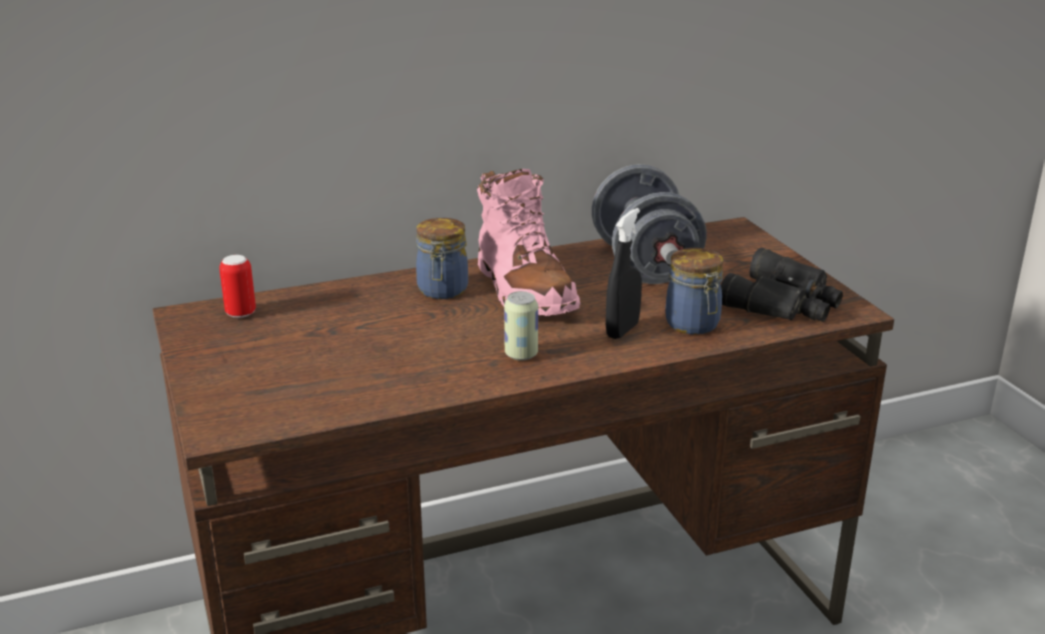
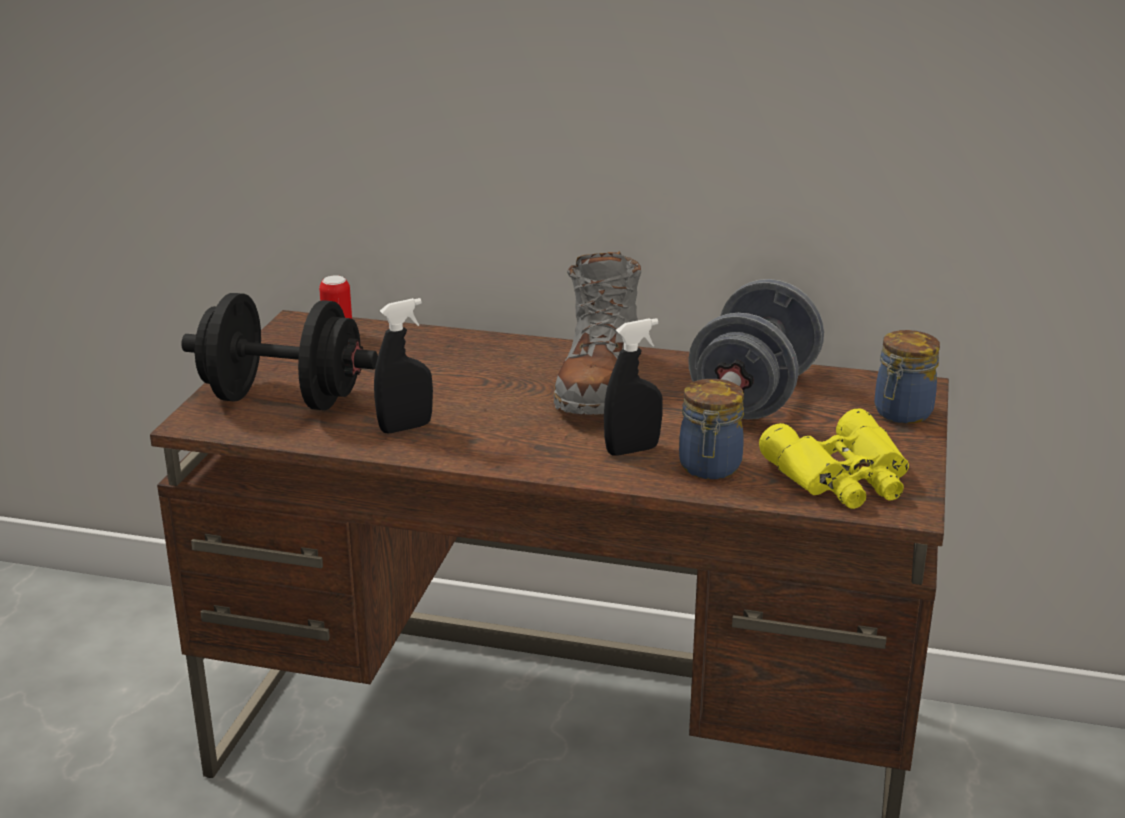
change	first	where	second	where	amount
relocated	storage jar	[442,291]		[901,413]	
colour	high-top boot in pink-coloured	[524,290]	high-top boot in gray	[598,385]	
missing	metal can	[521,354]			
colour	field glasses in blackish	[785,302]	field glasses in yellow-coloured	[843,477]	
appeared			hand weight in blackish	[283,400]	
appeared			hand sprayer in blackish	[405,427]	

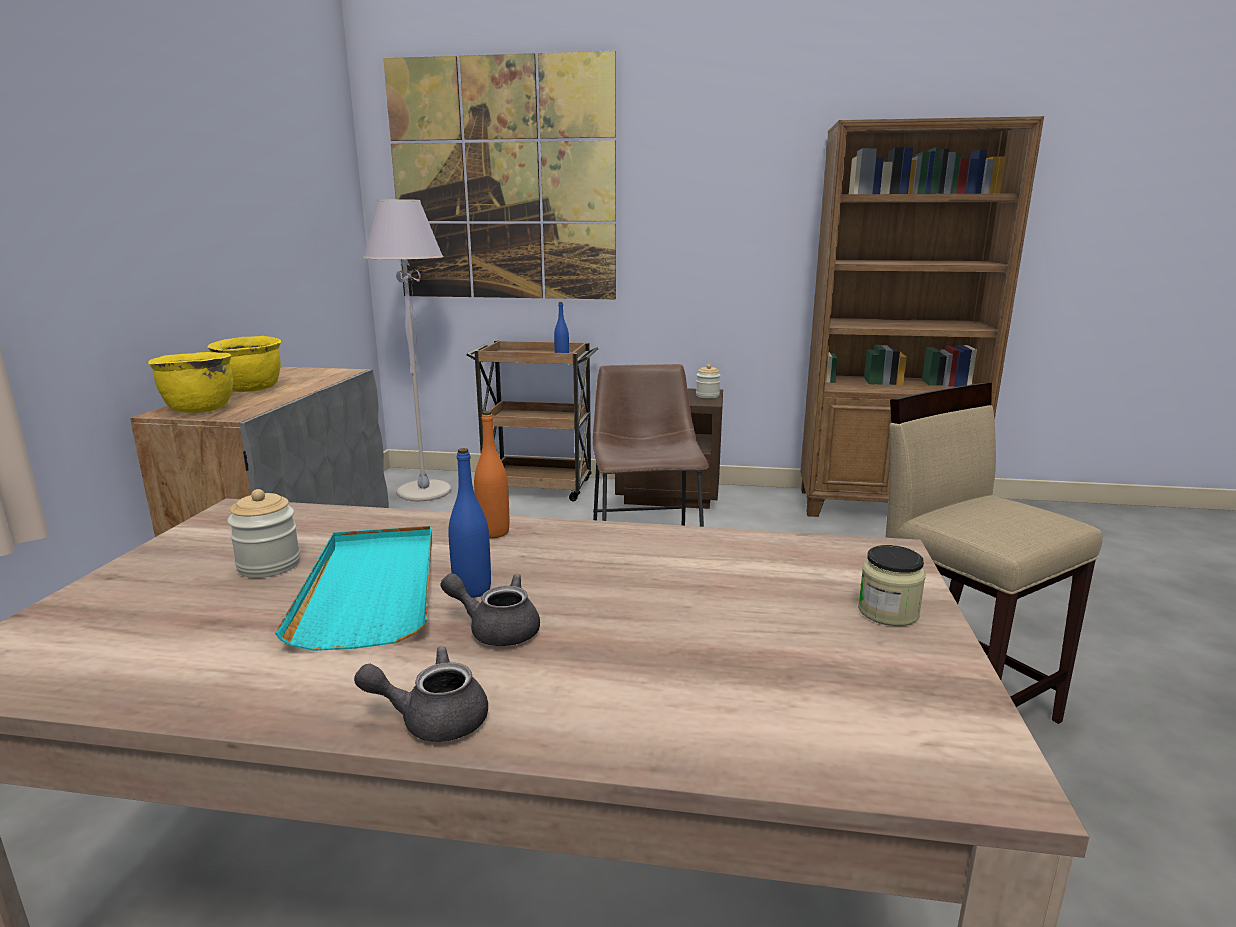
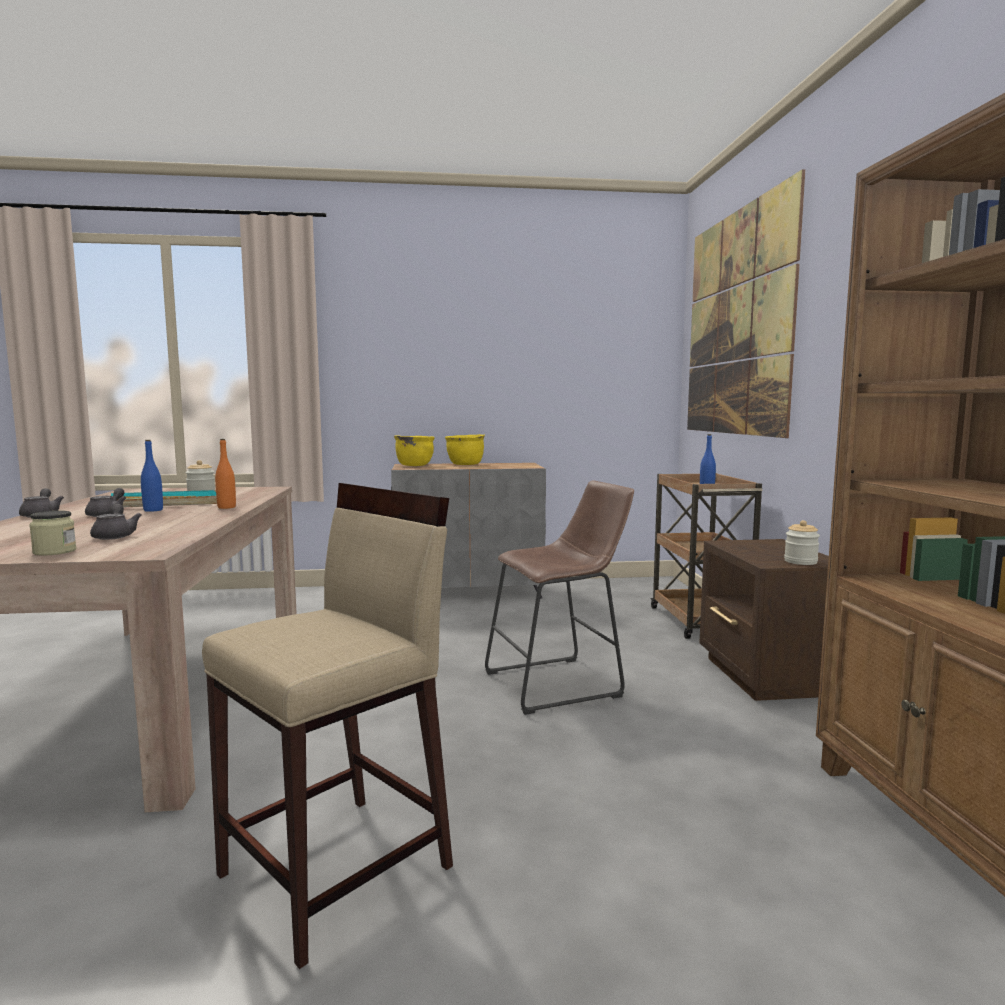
change	first	where	second	where	amount
missing	standing lamp in gray	[424,492]			
appeared			teapot in gray	[115,536]	

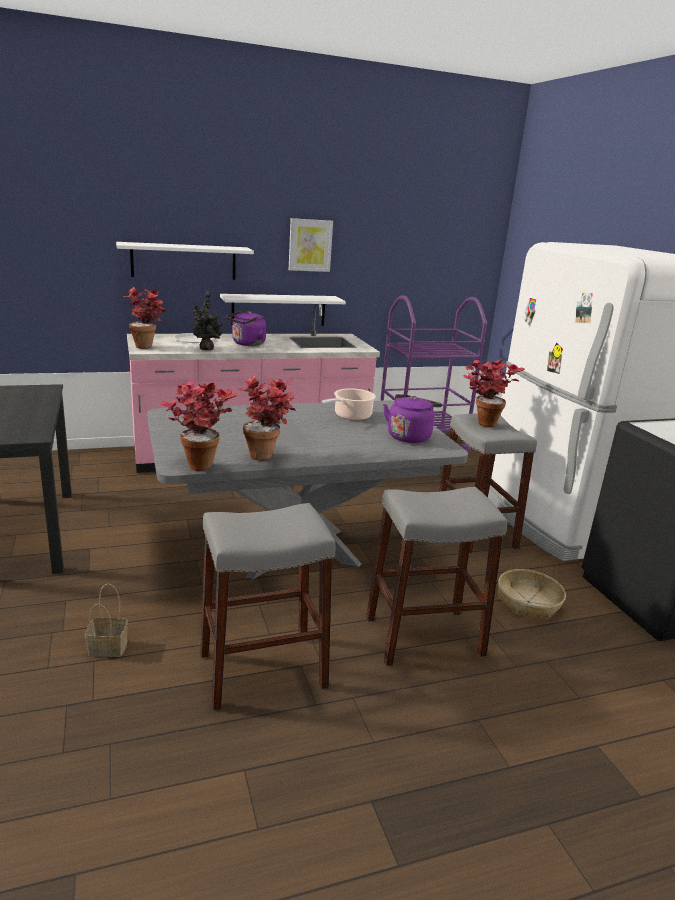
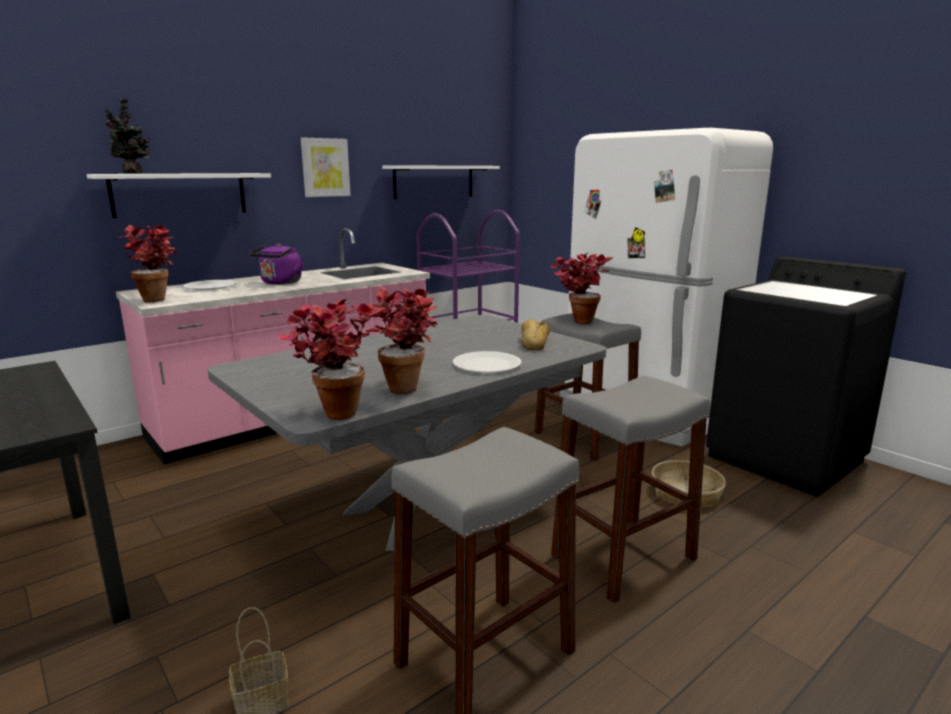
change	first	where	second	where	amount
relocated	potted plant	[206,349]		[132,173]	
relocated	bracket shelf in white-coloured	[279,310]		[434,181]	
missing	cooking pot	[351,416]			
exchanged	tea kettle in purple	[409,436]	baked bread	[533,342]	
appeared			dinner plate in white-coloured	[486,364]	

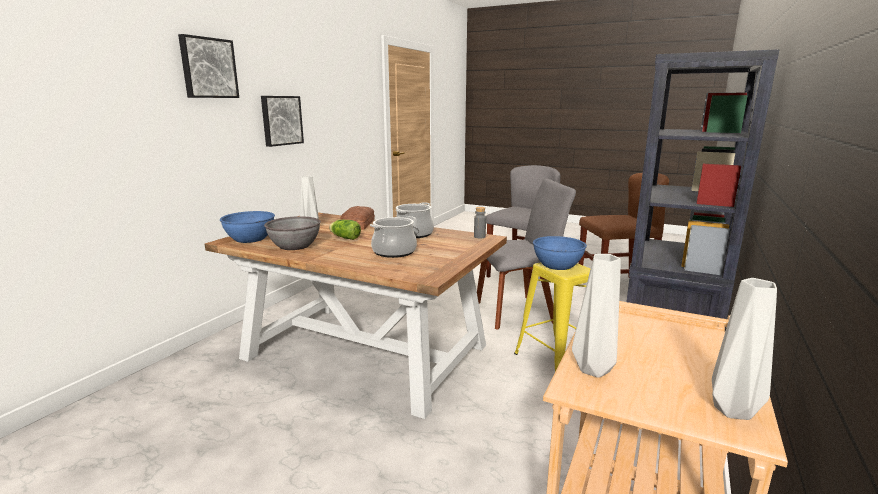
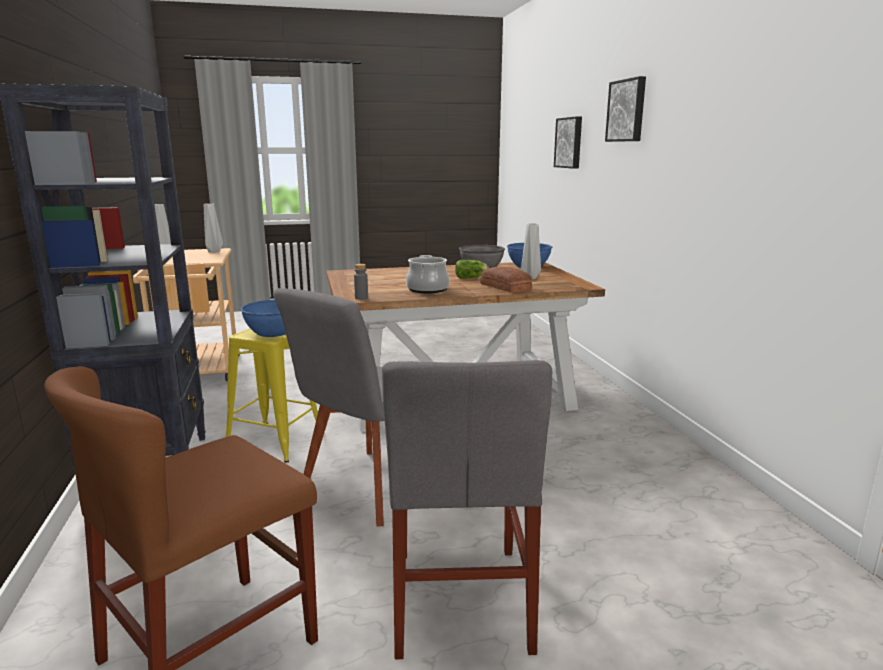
change	first	where	second	where	amount
relocated	picture	[281,120]		[569,142]	
missing	cooking pot	[394,252]			

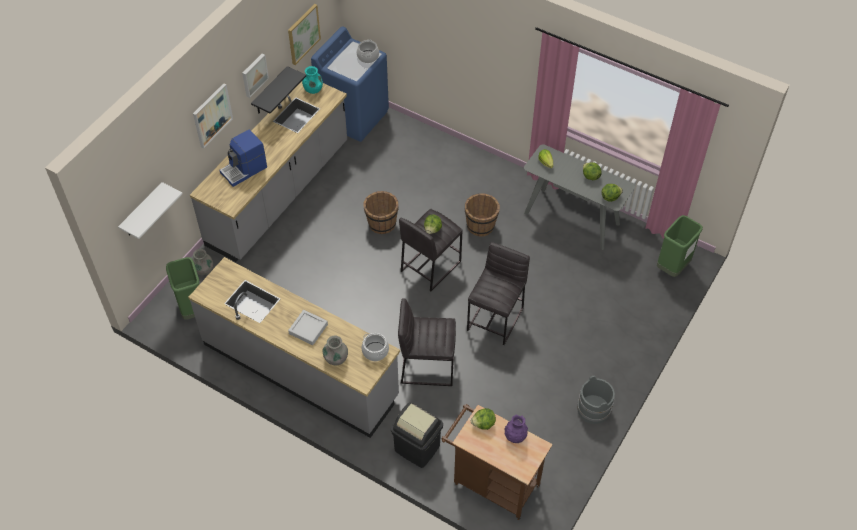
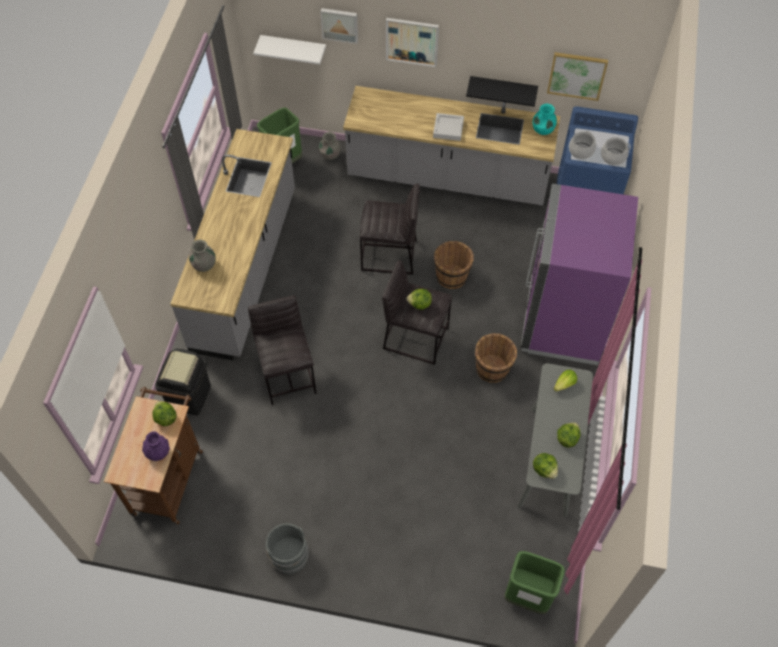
change	first	where	second	where	amount
missing	coffee brewer	[244,170]			
relocated	picture	[254,75]		[340,24]	
relocated	tray in gray	[308,329]		[448,129]	
relocated	cooking pot	[375,351]		[581,151]	
relocated	stool seat in gray	[496,318]		[389,256]	
appeared			fridge in purple	[563,321]	

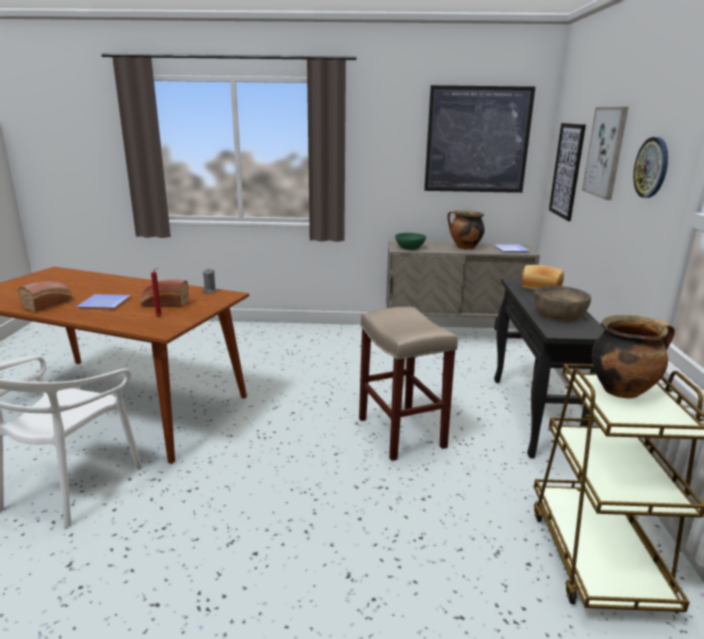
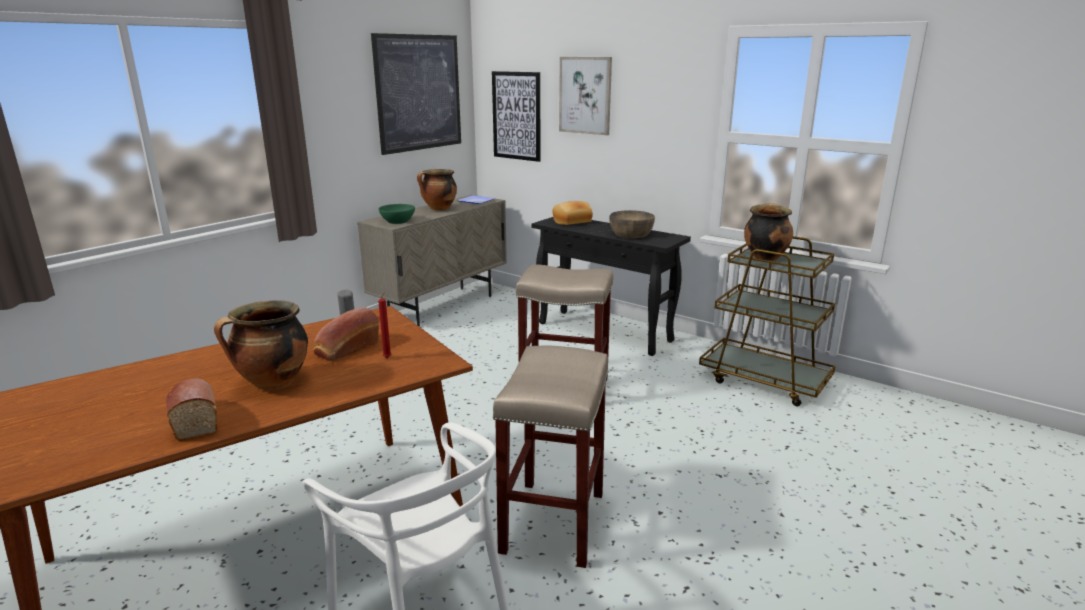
change	first	where	second	where	amount
exchanged	dinner plate	[102,304]	cooking pot	[272,383]	
missing	wall clock	[652,167]			
appeared			stool seat in beige	[553,521]	

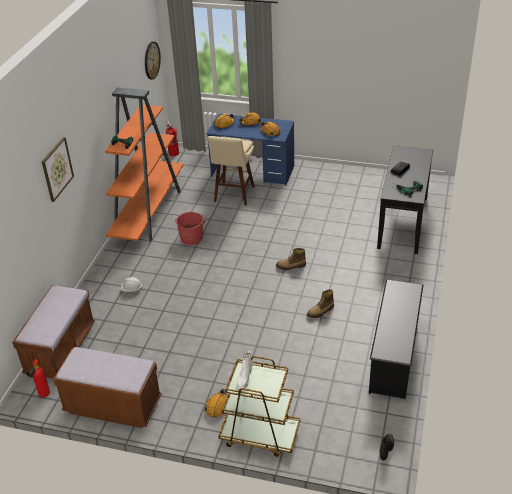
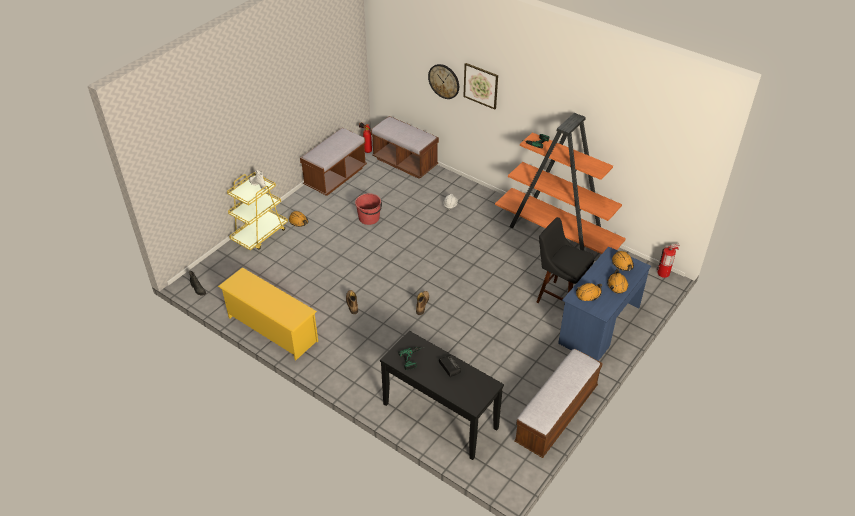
change	first	where	second	where	amount
relocated	wall clock	[151,60]		[444,81]	
relocated	pail in reddish	[191,238]		[369,218]	
colour	stool seat in beige	[233,195]	stool seat in blackish	[559,298]	
colour	cart in brown-coloured	[259,435]	cart in yellow-coloured	[260,234]	
colour	shoe rack in blackish	[394,356]	shoe rack in yellow-coloured	[272,329]	
appeared			long seat	[556,415]	

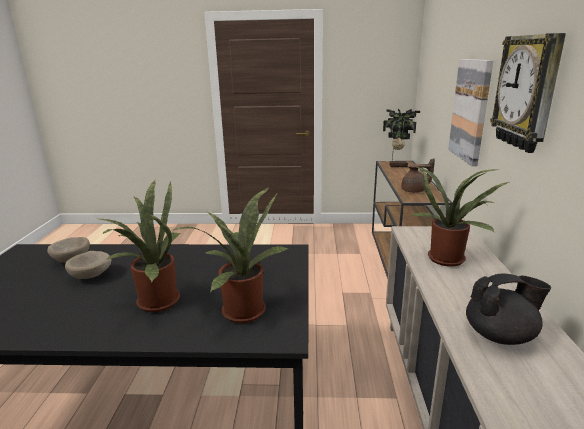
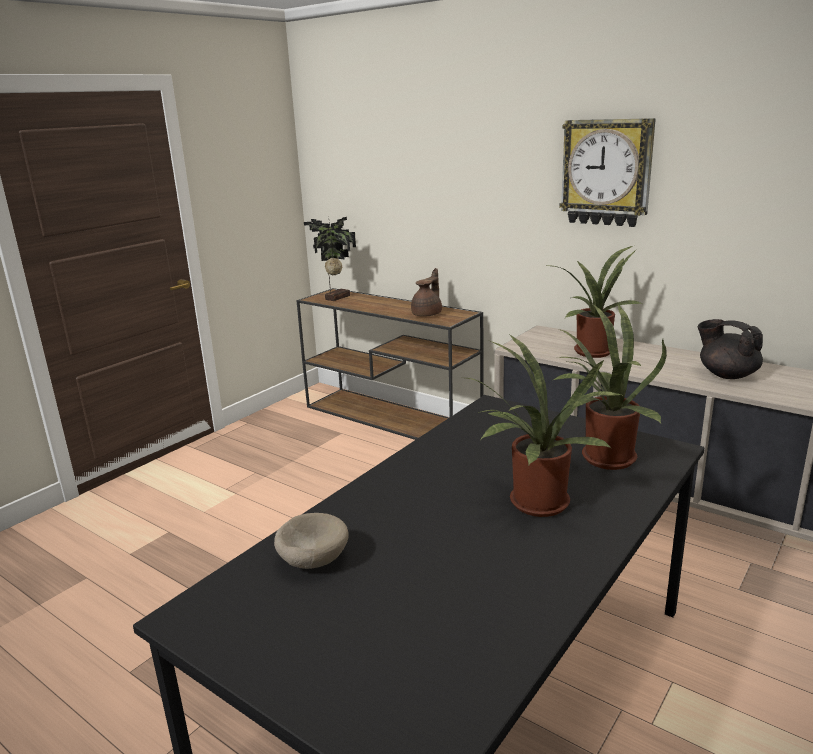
change	first	where	second	where	amount
missing	bowl in beige	[92,276]			
missing	picture	[471,110]			
spun	teapot in blackish	[500,335]		[726,375]	75 degrees counterclockwise

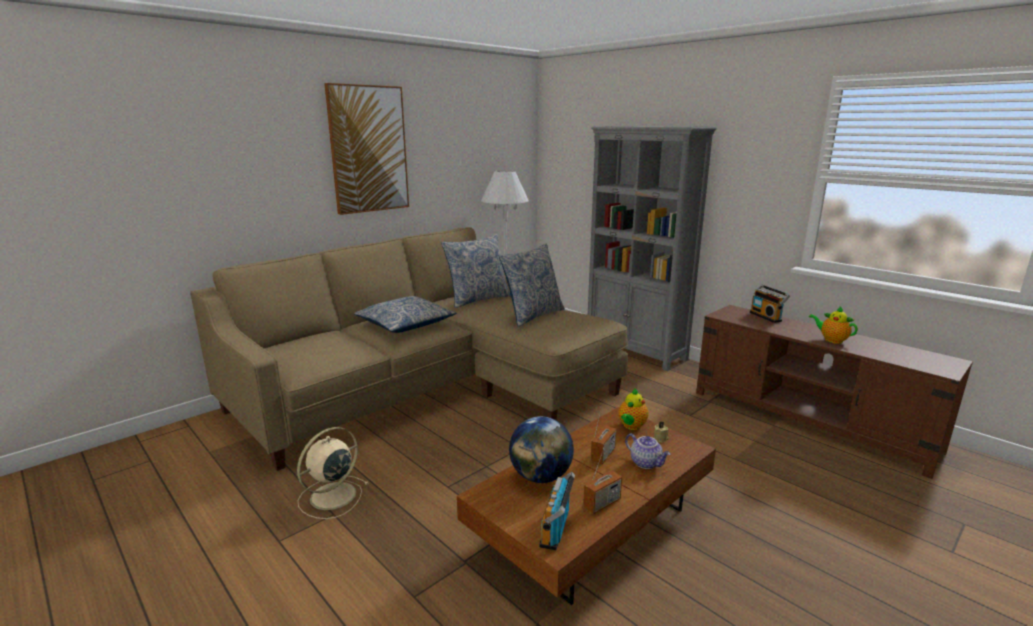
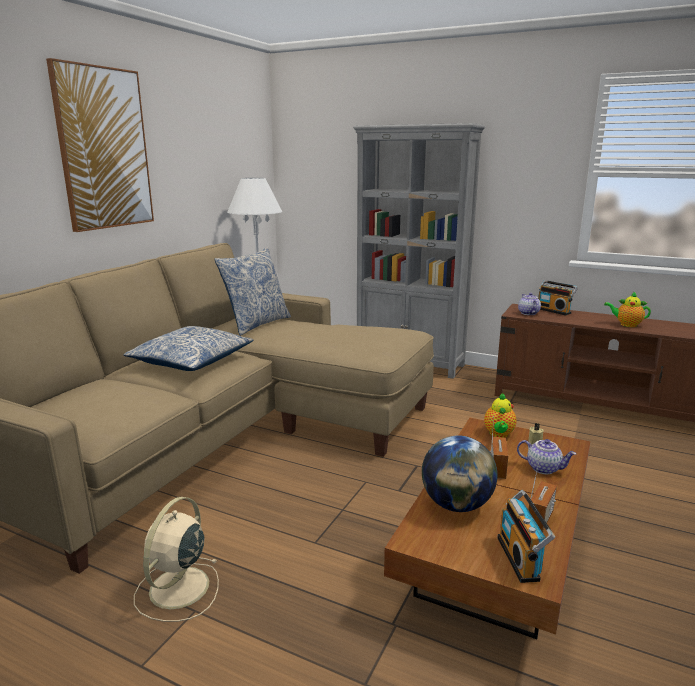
change	first	where	second	where	amount
missing	cushion	[532,315]			
appeared			teapot	[527,313]	

